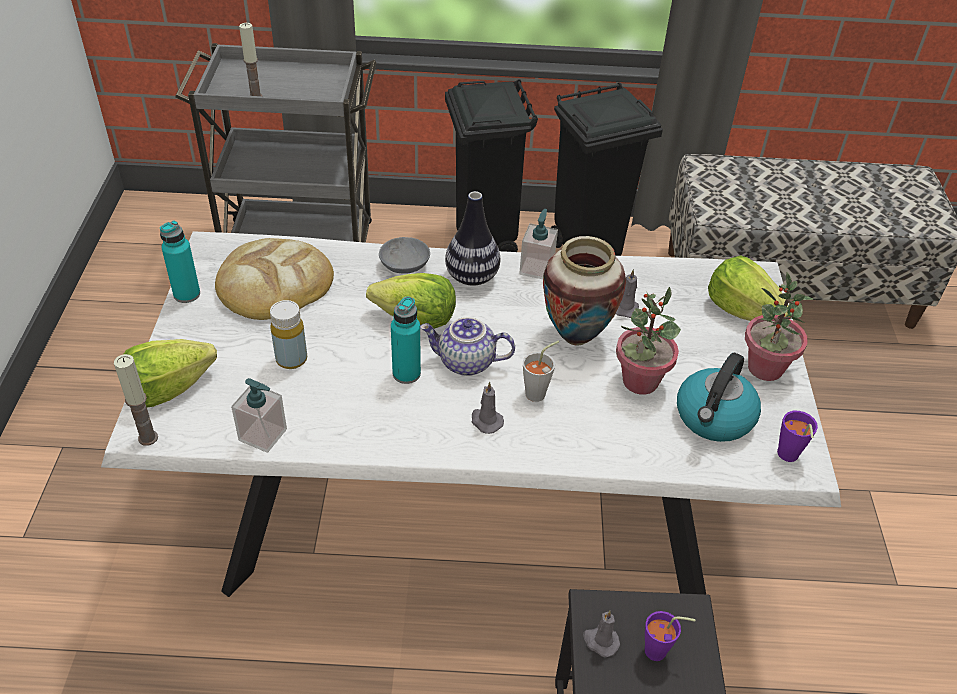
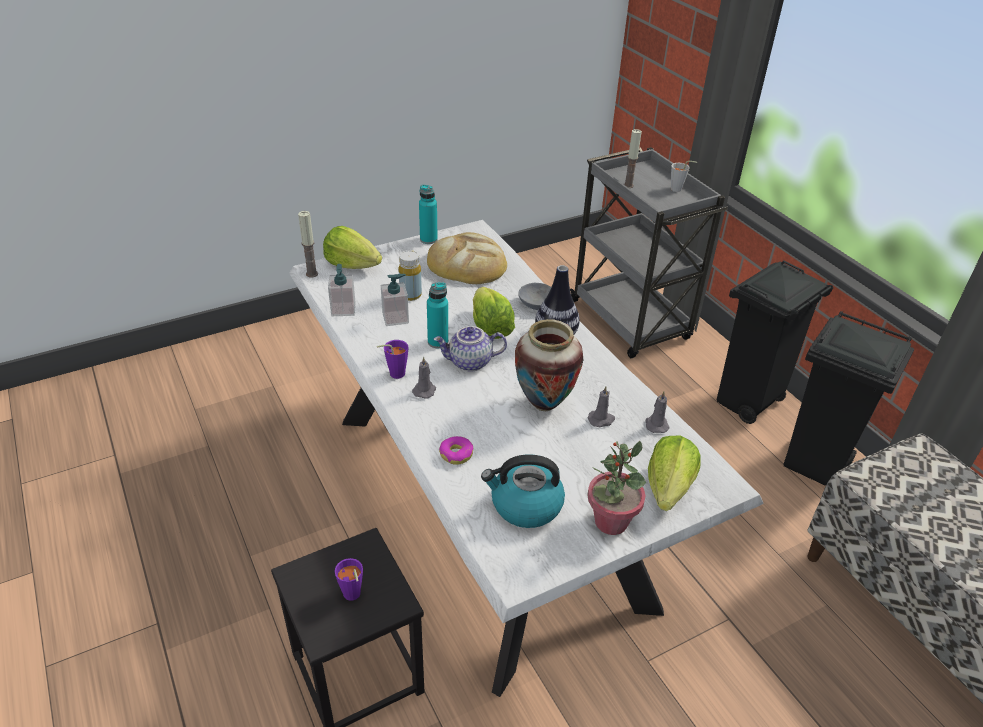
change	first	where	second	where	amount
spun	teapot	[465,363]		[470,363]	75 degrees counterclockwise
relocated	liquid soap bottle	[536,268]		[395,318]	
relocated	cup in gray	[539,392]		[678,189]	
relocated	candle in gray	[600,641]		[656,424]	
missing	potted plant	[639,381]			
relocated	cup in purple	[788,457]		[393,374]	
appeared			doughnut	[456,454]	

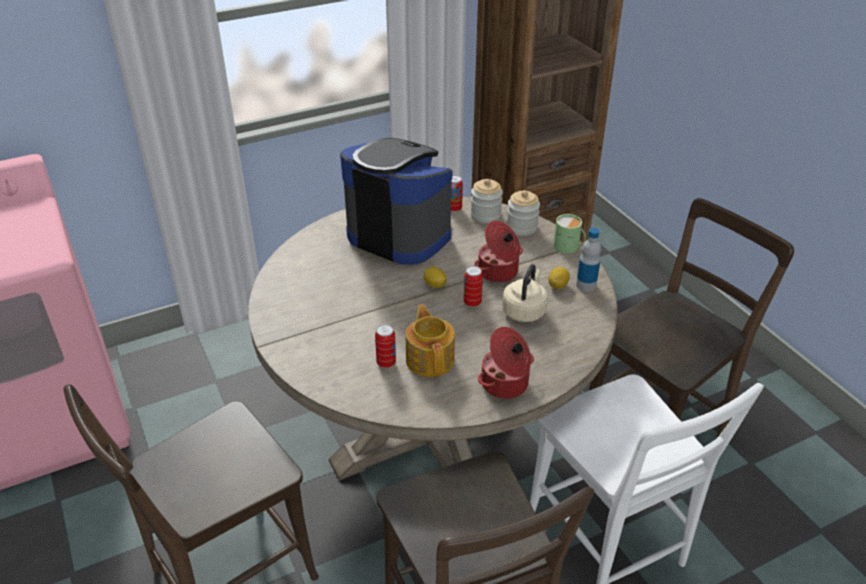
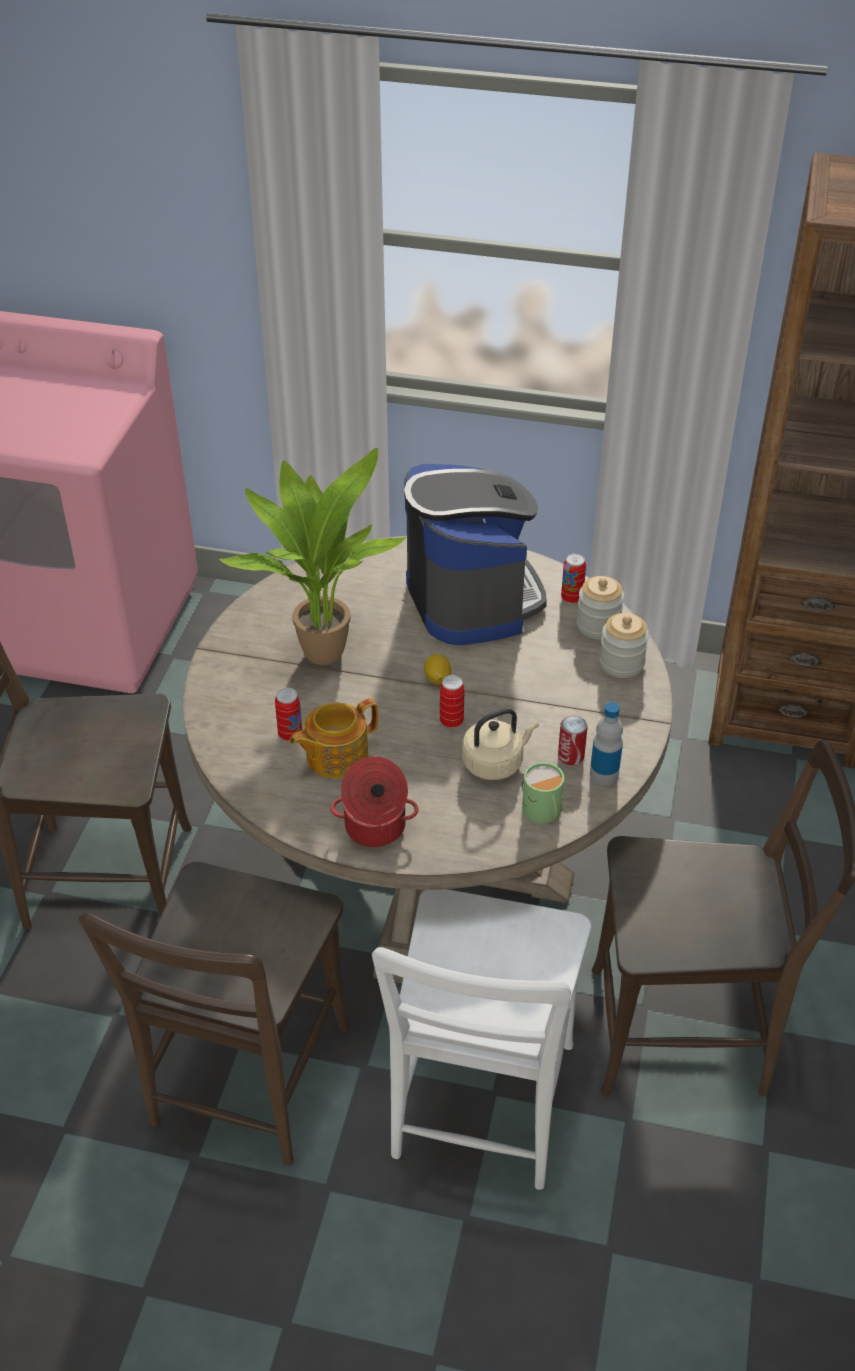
change	first	where	second	where	amount
spun	teapot	[430,359]		[335,756]	150 degrees counterclockwise
missing	cooking pot	[498,272]			
exchanged	lemon	[558,285]	metal can	[571,756]	
relocated	mug in greenish	[568,247]		[543,812]	
appeared			potted plant	[321,650]	

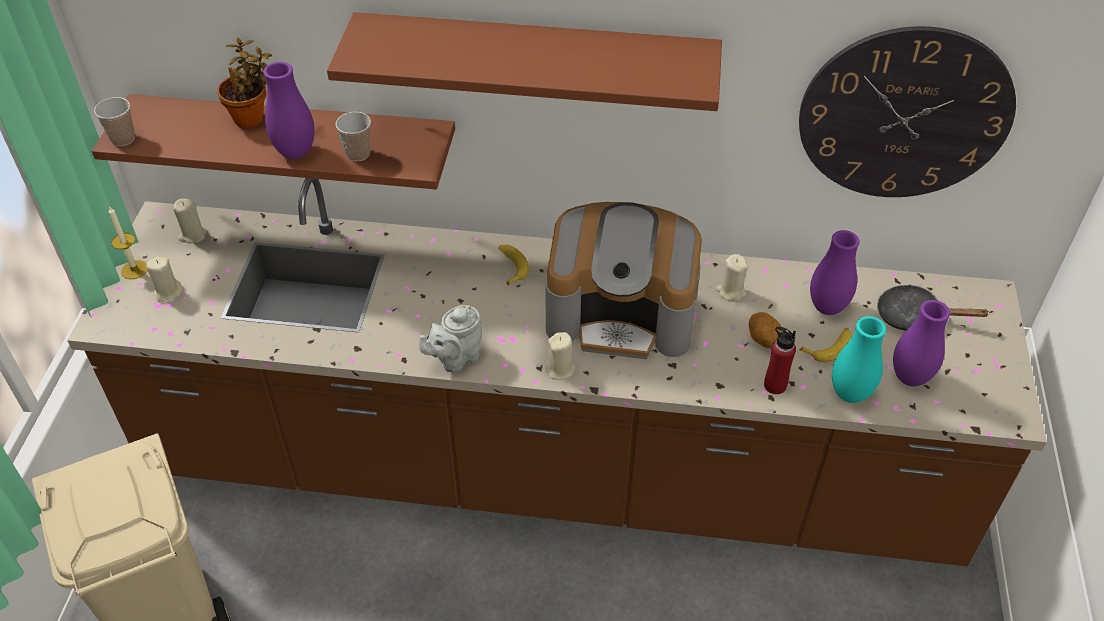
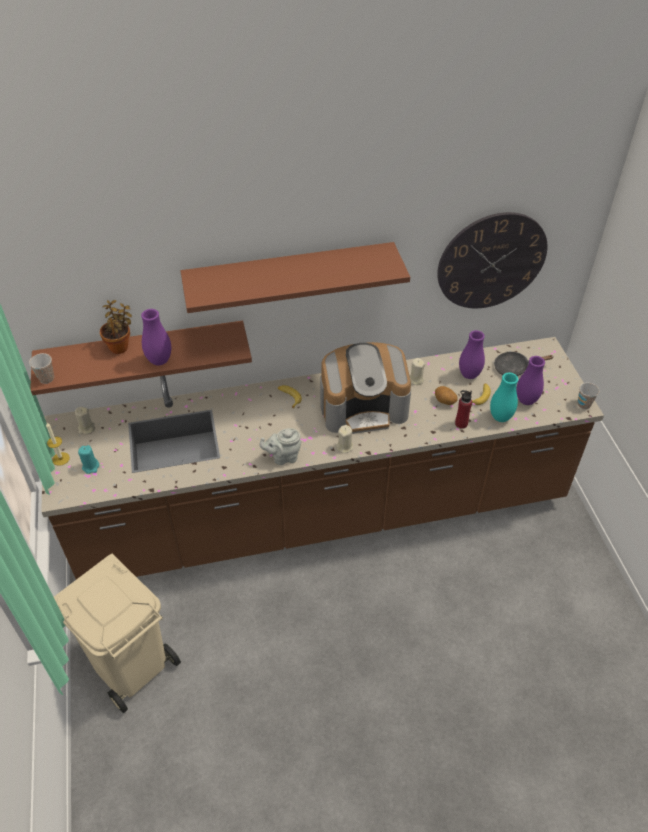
change	first	where	second	where	amount
colour	candle in beige	[168,293]	candle in turquoise	[91,467]	
relocated	cup	[358,154]		[584,404]	
spun	teapot in gray	[455,358]		[283,457]	45 degrees clockwise

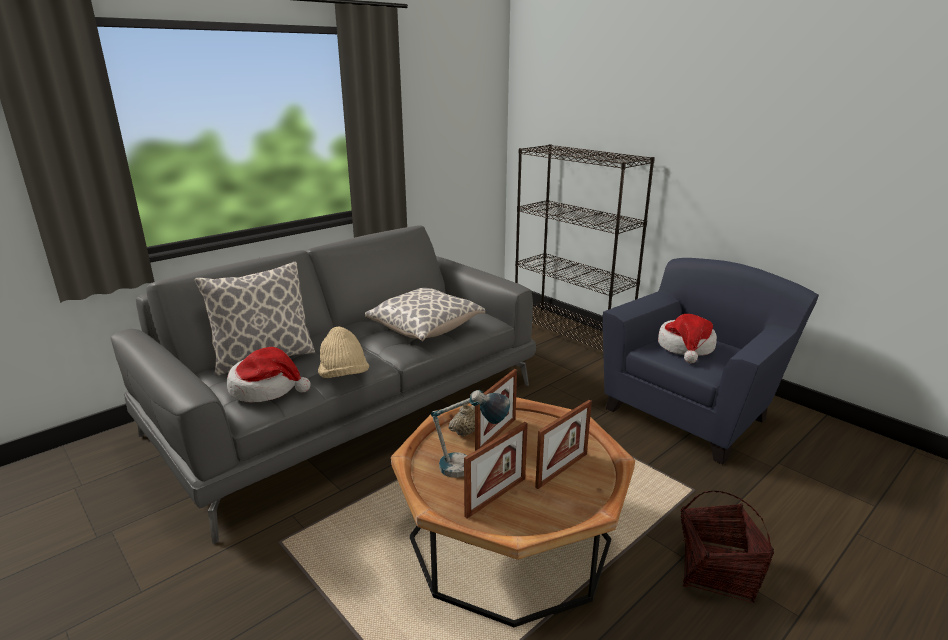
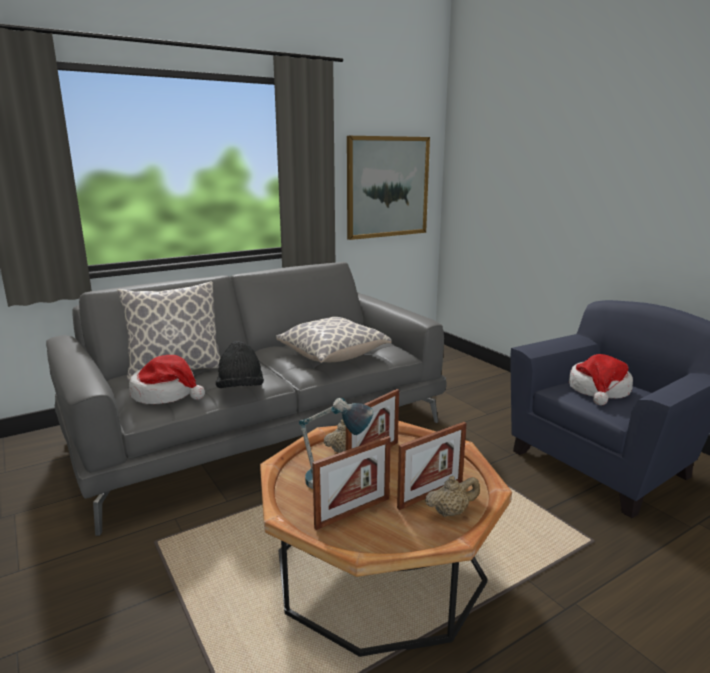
change	first	where	second	where	amount
colour	hat in beige	[344,376]	hat in blackish	[240,389]	
missing	bookshelf in blackish	[571,332]			
missing	storage basket	[716,571]			
appeared			picture	[387,187]	
appeared			teapot in beige	[451,512]	

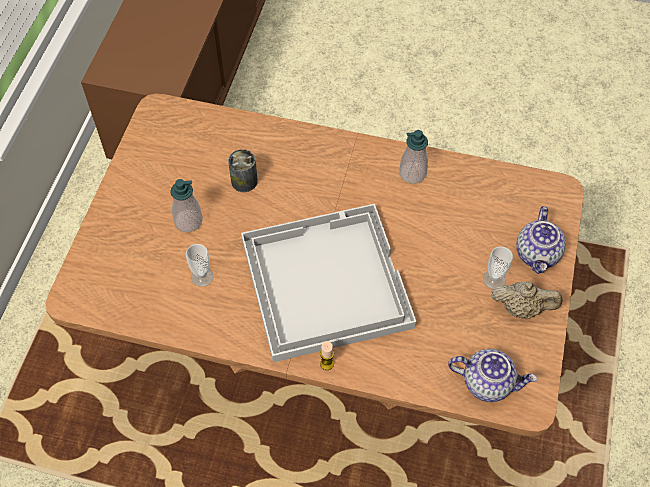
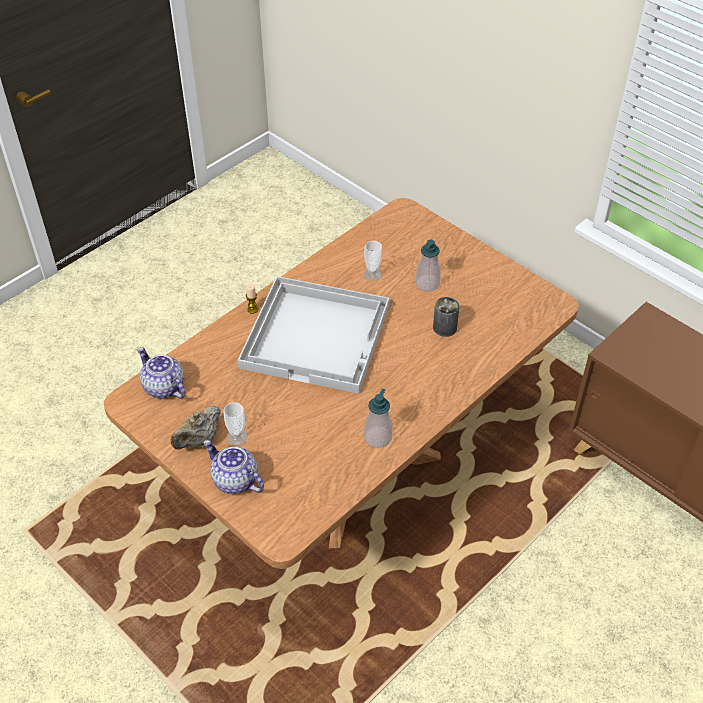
change	first	where	second	where	amount
spun	teapot	[488,382]		[163,387]	90 degrees clockwise

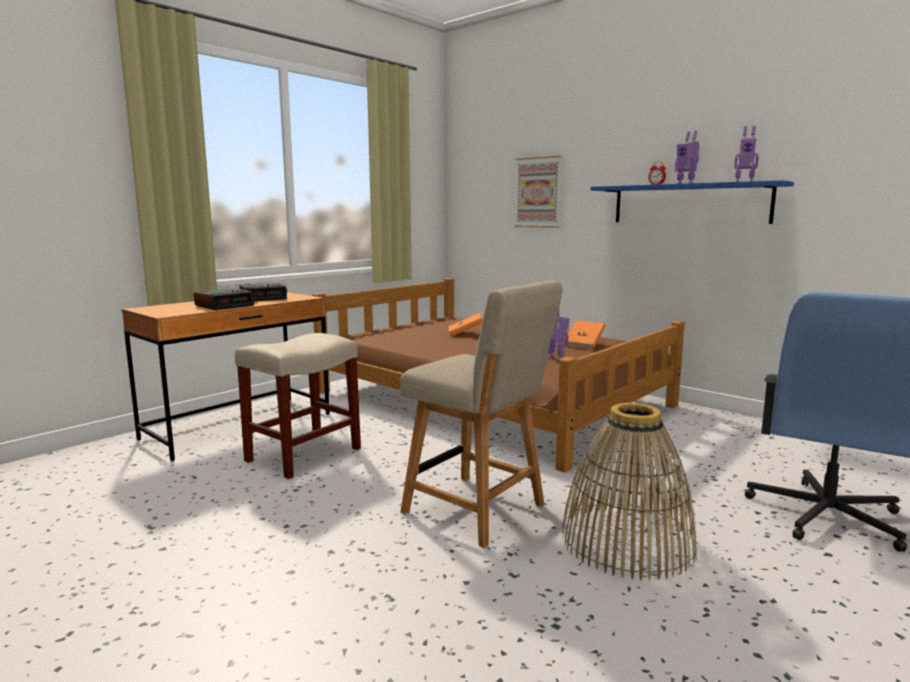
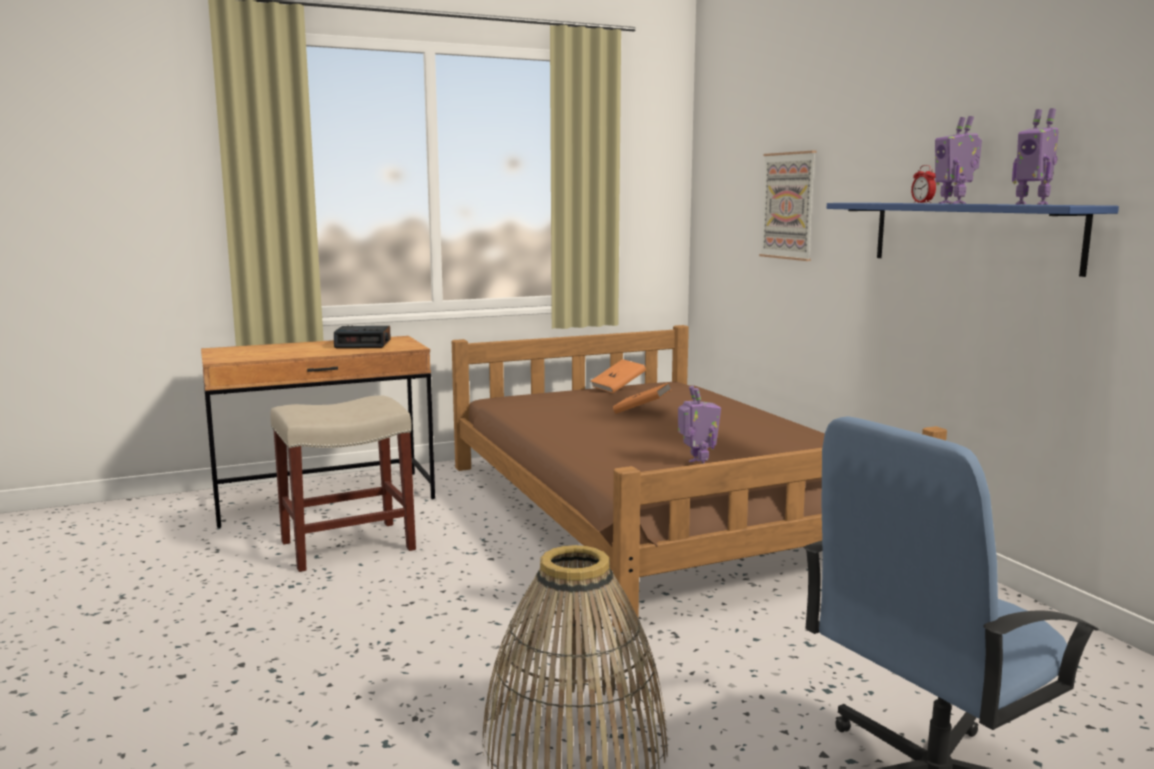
change	first	where	second	where	amount
missing	bedside clock	[225,305]			
missing	chair in beige	[479,511]			
relocated	book in orange	[584,345]		[618,388]	

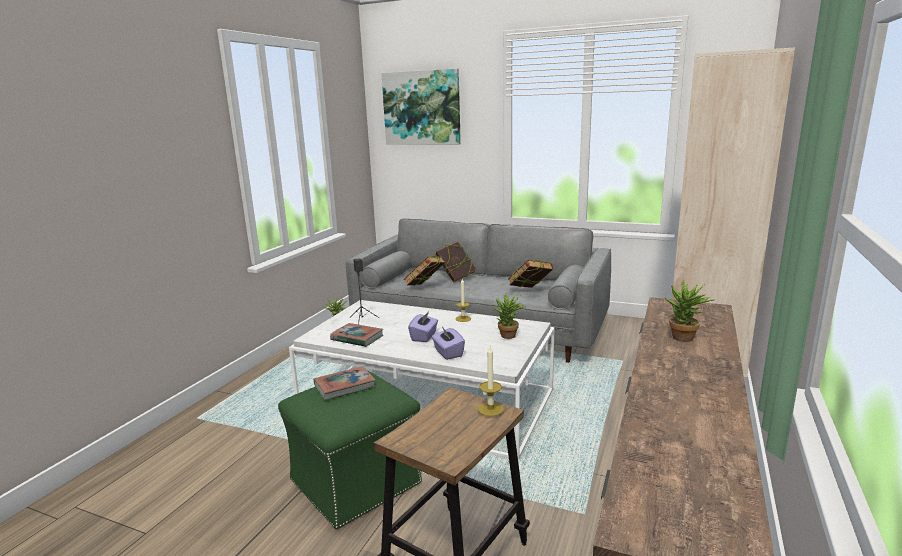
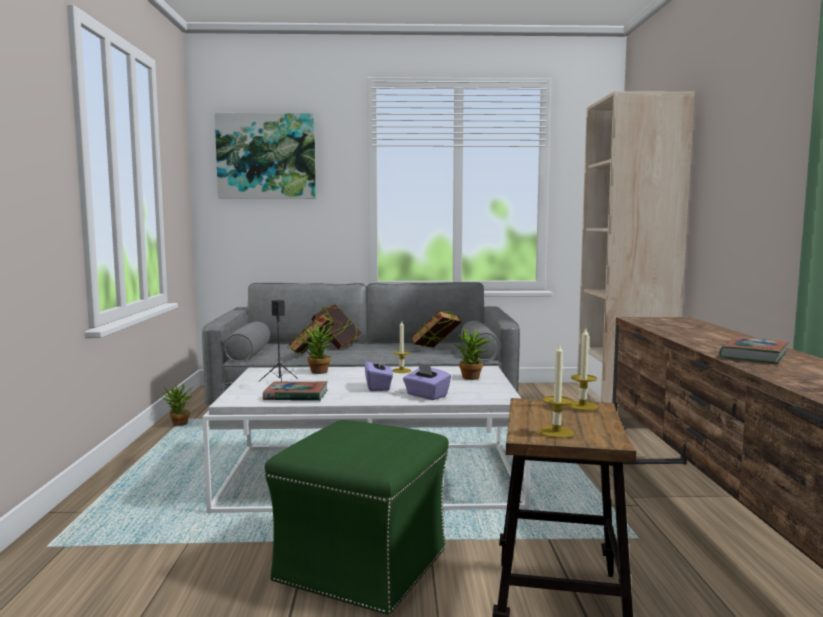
change	first	where	second	where	amount
relocated	book	[345,386]		[754,355]	
relocated	potted plant	[684,339]		[319,373]	
appeared			candle	[556,432]	

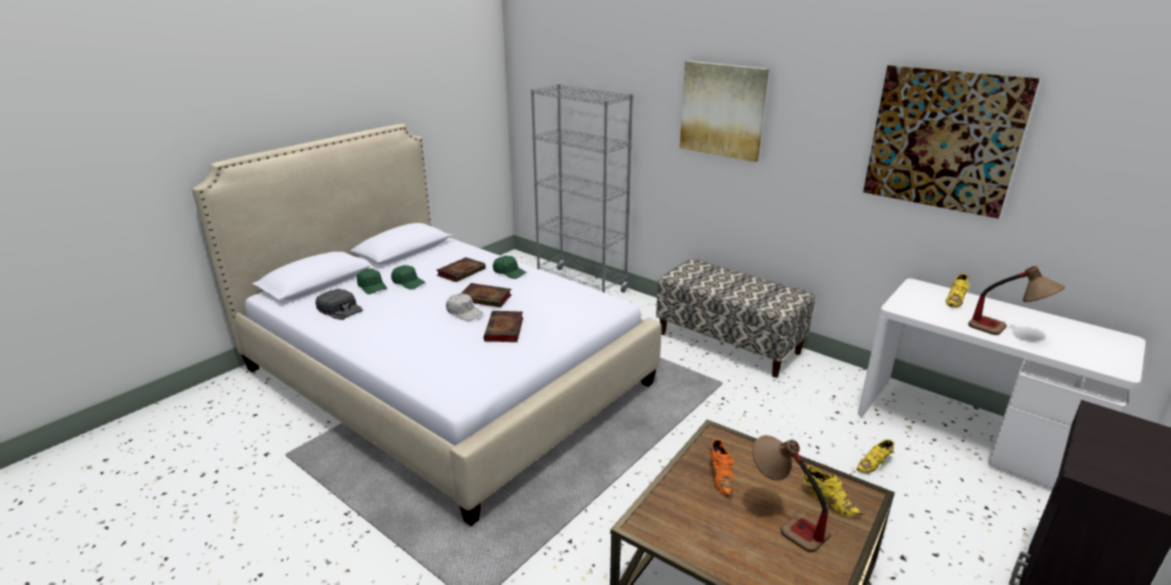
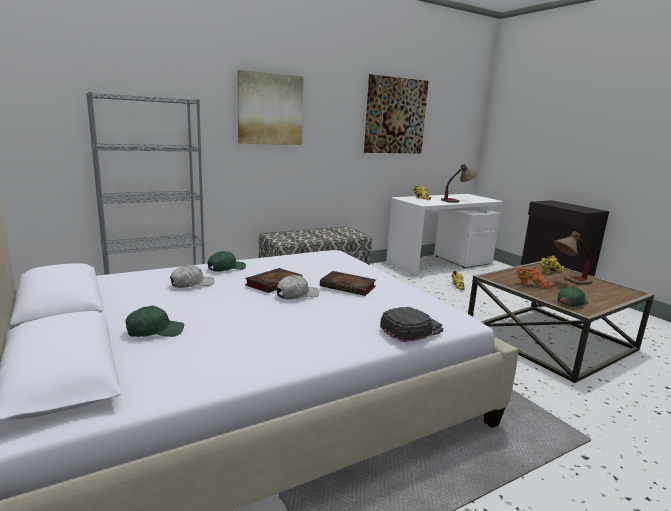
change	first	where	second	where	amount
relocated	cap in blackish	[340,309]		[411,329]	
relocated	cap in greenish	[408,282]		[571,302]	
exchanged	book	[462,272]	cap in white-coloured	[192,284]	

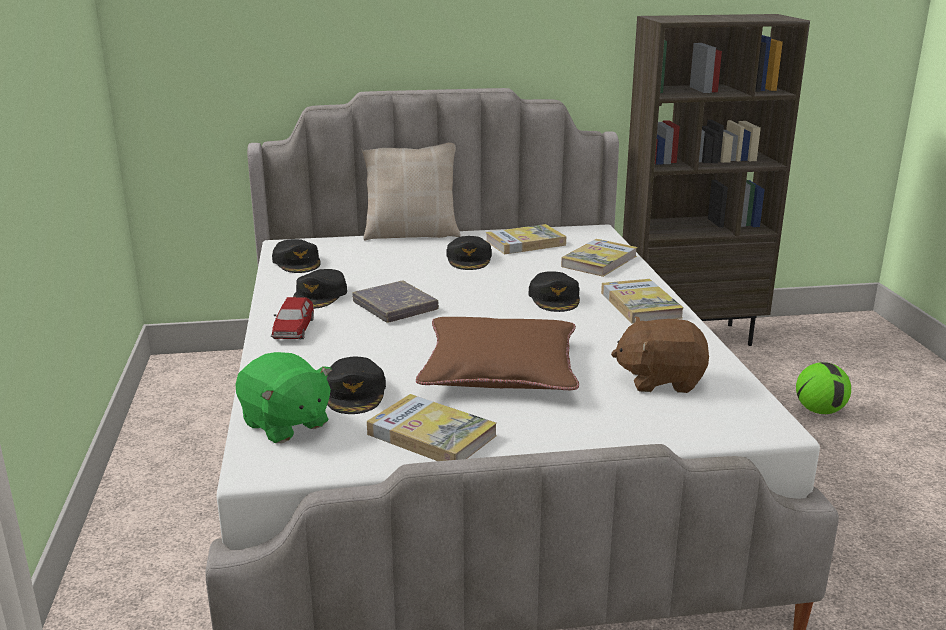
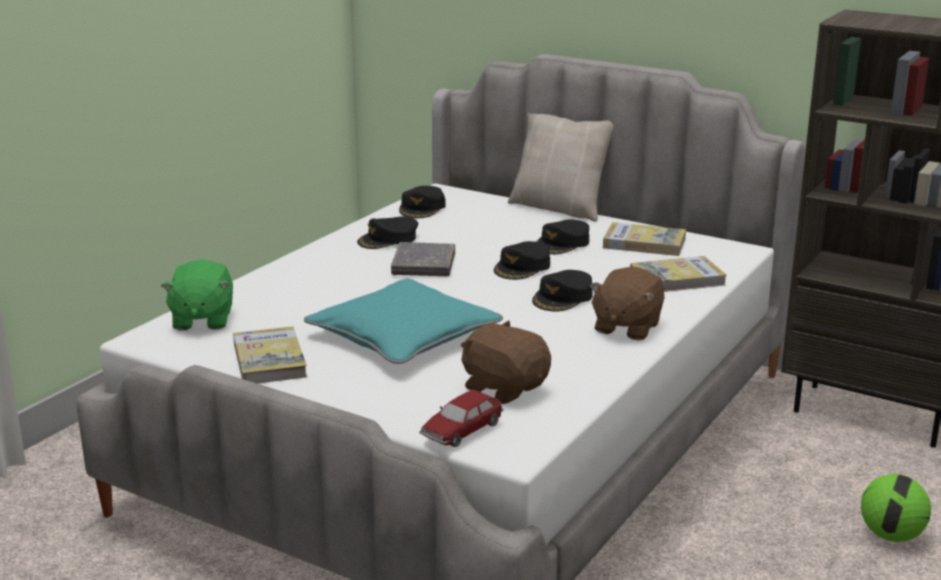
change	first	where	second	where	amount
relocated	model car	[293,329]		[461,430]	
relocated	cap in blackish	[355,393]		[522,267]	
colour	cushion in brown-coloured	[500,368]	cushion in turquoise	[404,335]	
exchanged	book	[640,305]	cuddly toy in brown-coloured	[626,327]	

